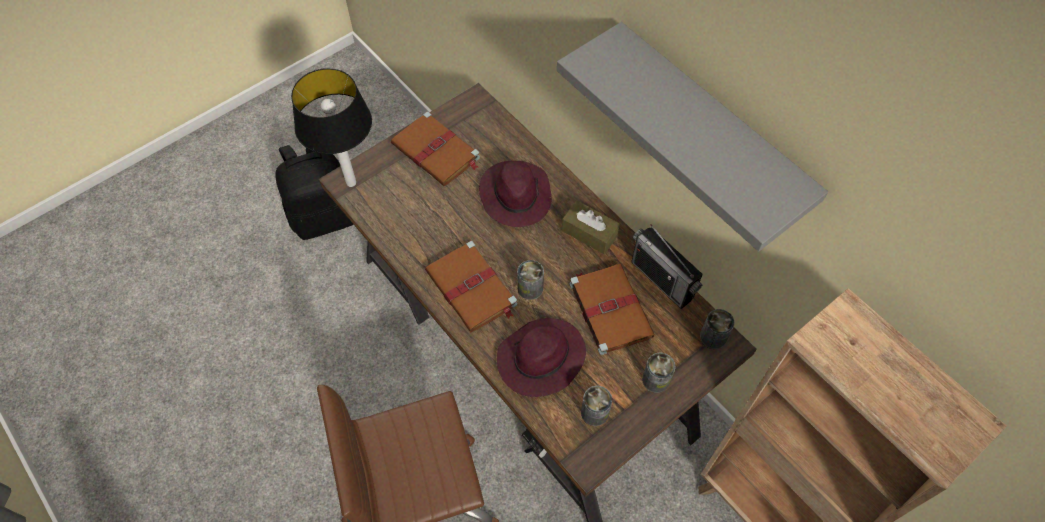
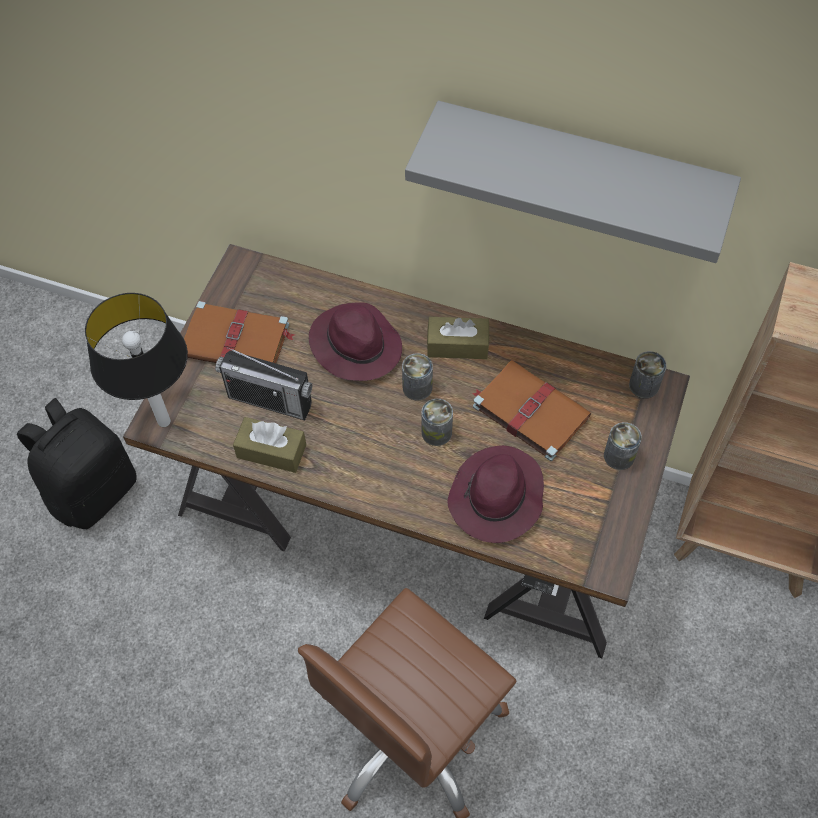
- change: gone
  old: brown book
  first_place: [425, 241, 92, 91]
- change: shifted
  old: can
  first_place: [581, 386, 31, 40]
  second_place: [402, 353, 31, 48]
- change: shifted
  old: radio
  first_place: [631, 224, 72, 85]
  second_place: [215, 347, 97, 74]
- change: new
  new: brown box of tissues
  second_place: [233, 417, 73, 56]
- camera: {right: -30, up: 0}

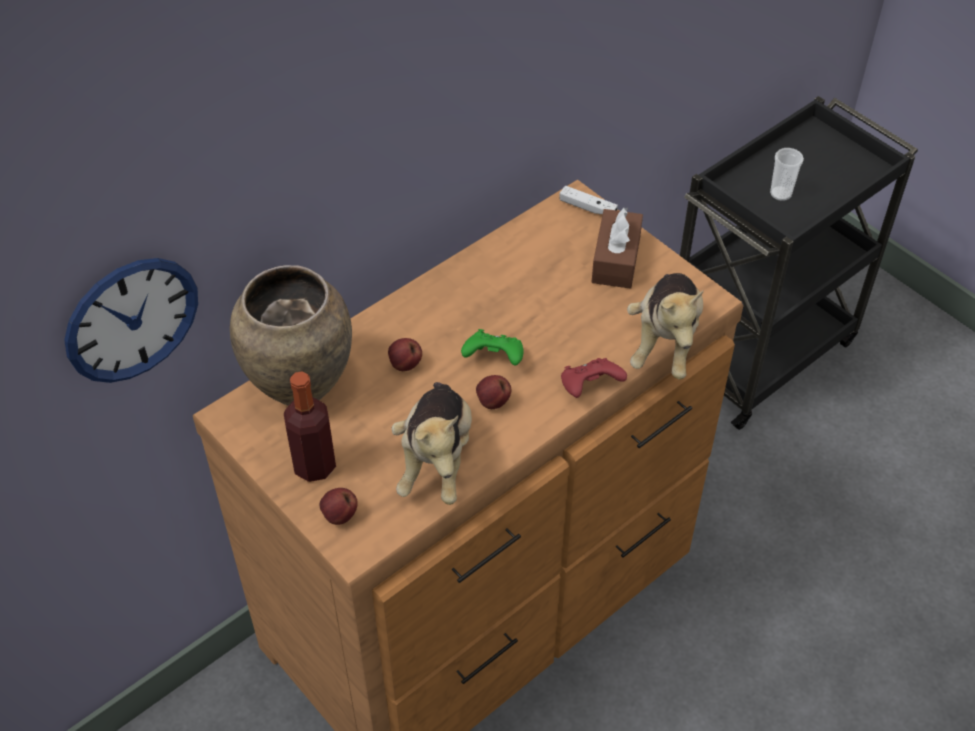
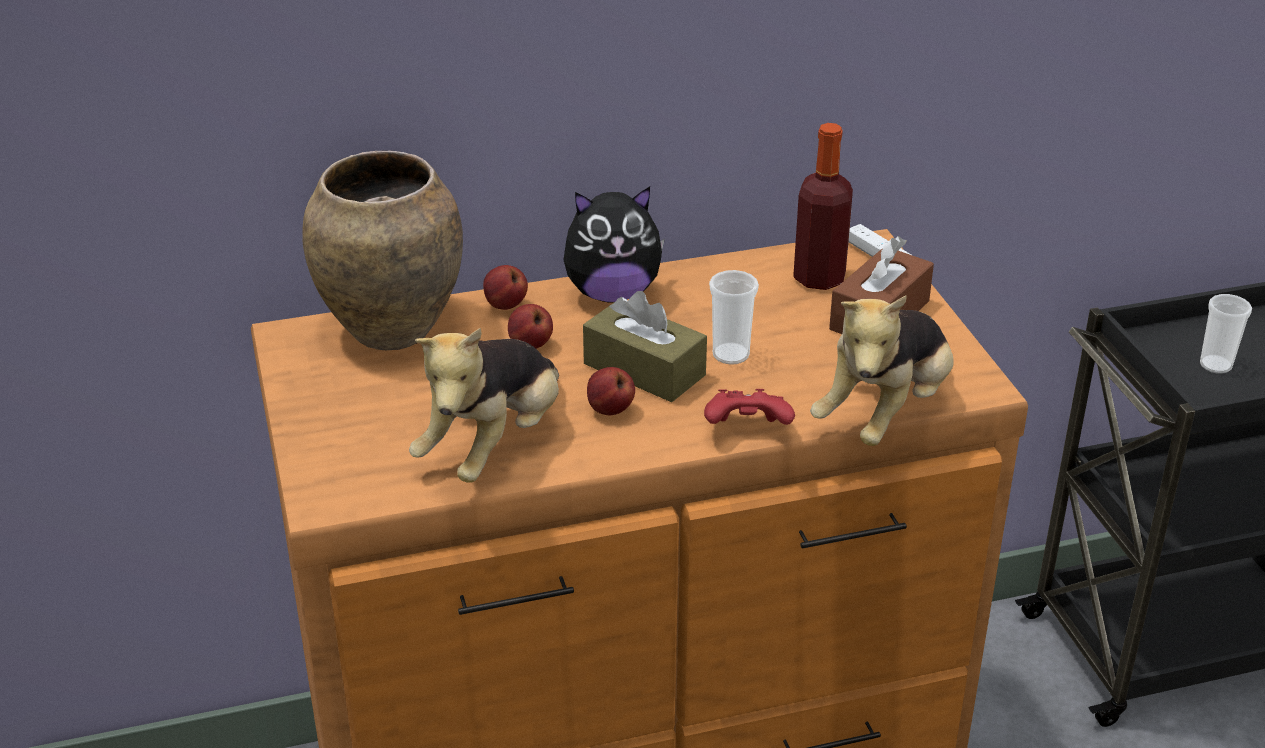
- change: gone
  old: clock on the wall
  first_place: [64, 258, 134, 125]
- change: shifted
  old: beverage bottle
  first_place: [284, 371, 52, 111]
  second_place: [793, 123, 60, 167]
- change: shifted
  old: whole apple
  first_place: [319, 488, 39, 37]
  second_place: [483, 265, 45, 45]
- change: swapped
  old: greenish gamepad
  new: brown box of tissues
  first_place: [461, 329, 63, 37]
  second_place: [583, 291, 124, 111]
- change: new
  new: plush toy
  second_place: [563, 187, 102, 115]
- change: new
  new: cup
  second_place: [709, 270, 50, 95]
- camera: {right: 25, up: -15}

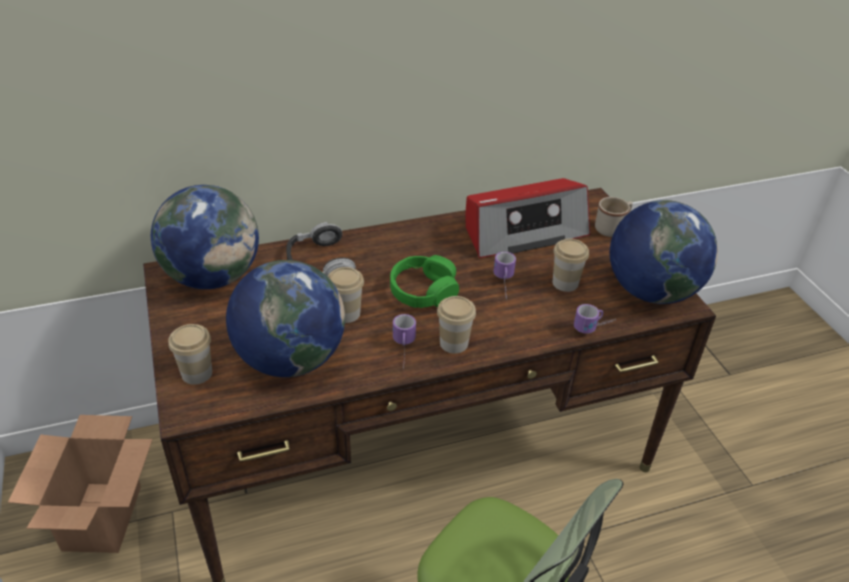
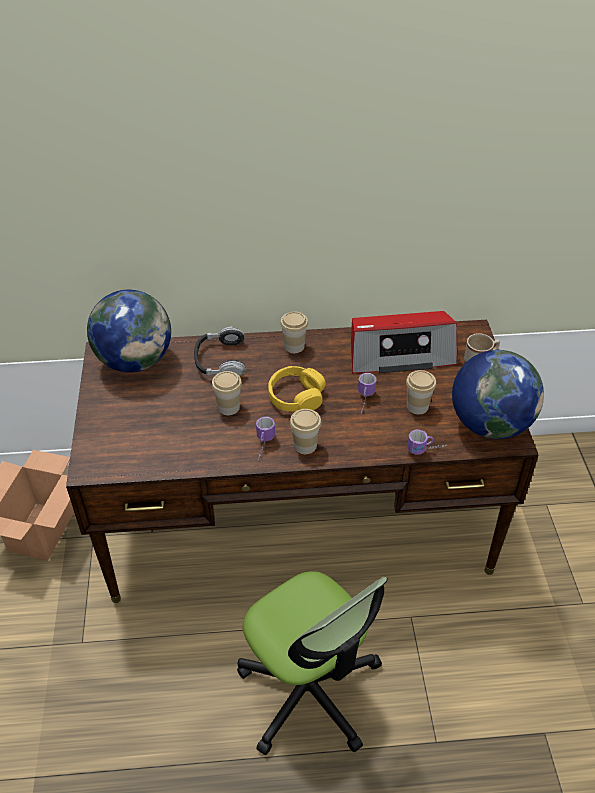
- change: shifted
  old: cup
  first_place: [168, 324, 44, 61]
  second_place: [280, 312, 28, 41]
- change: gone
  old: world globe
  first_place: [226, 260, 119, 117]
- change: repainted
  old: greenish headphones
  new: yellow headphones
  first_place: [390, 255, 69, 53]
  second_place: [268, 366, 58, 46]
- camera: {right: 15, up: 5}

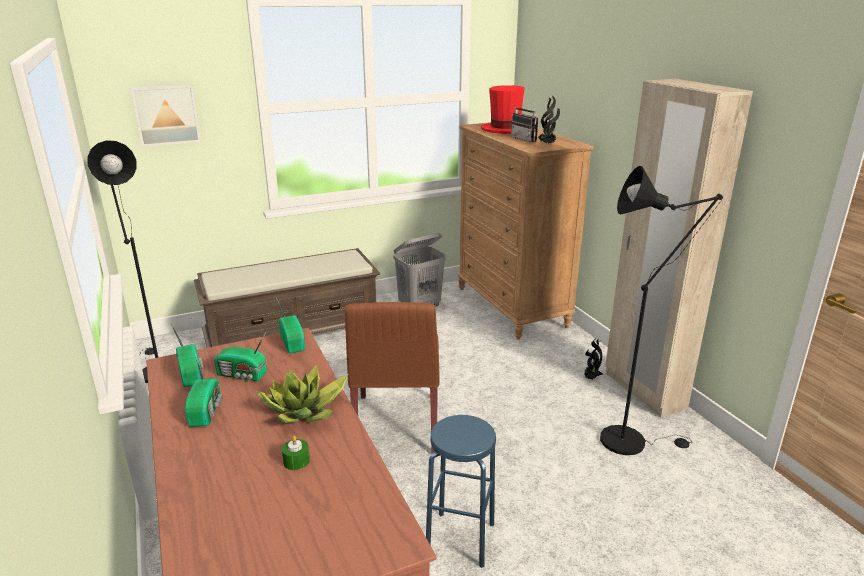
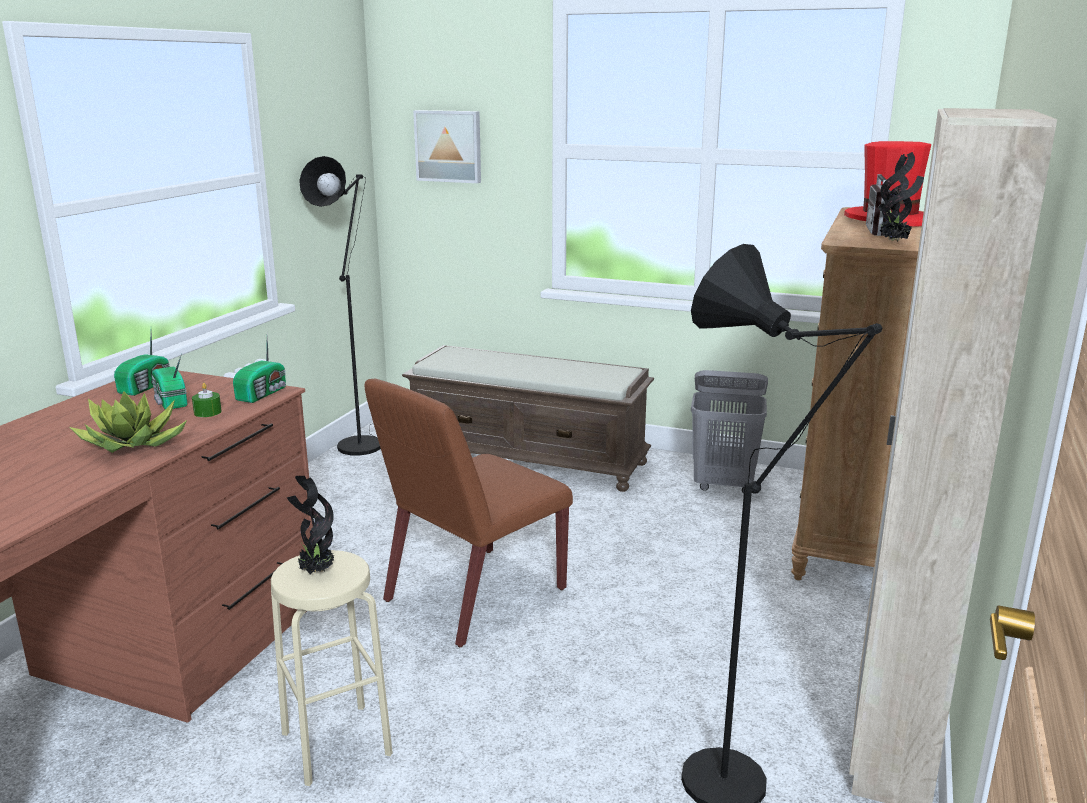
- change: gone
  old: radio
  first_place: [185, 353, 38, 74]
- change: shifted
  old: greenish wax light
  first_place: [282, 436, 28, 34]
  second_place: [192, 383, 30, 34]
- change: repainted
  old: blue-coloured sitting stool
  new: beige-coloured sitting stool
  first_place: [426, 415, 70, 153]
  second_place: [271, 550, 122, 236]
- change: shifted
  old: plant in a pot
  first_place: [584, 338, 19, 42]
  second_place: [287, 476, 47, 99]
- camera: {right: 45, up: -5}

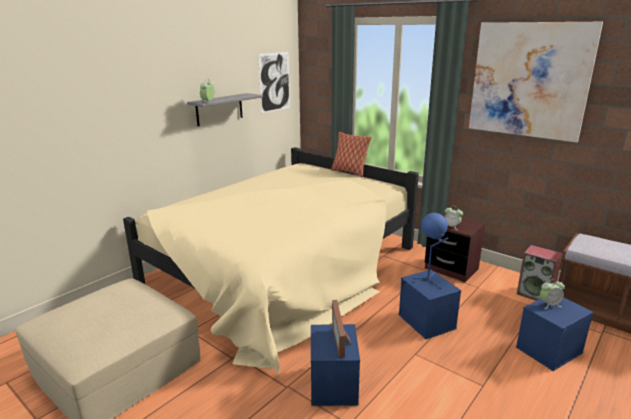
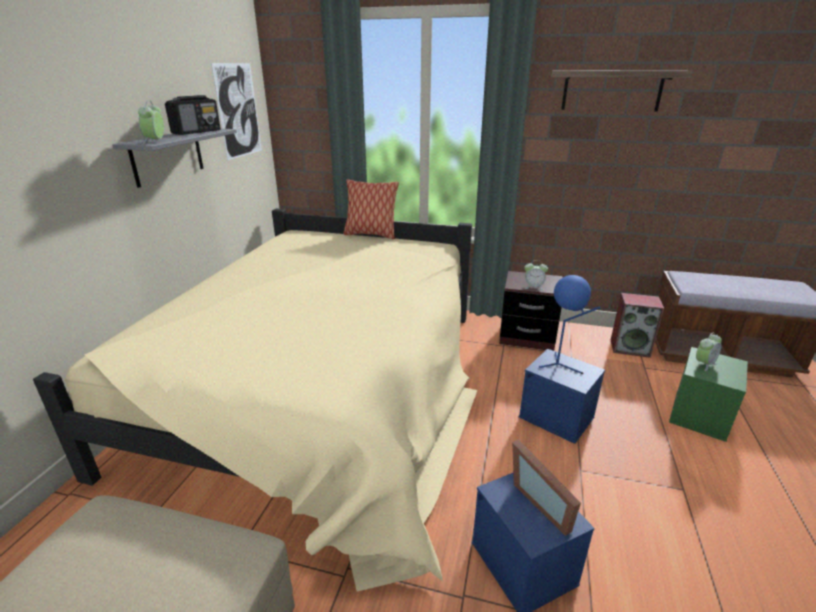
- change: swapped
  old: picture
  new: shelf
  first_place: [469, 22, 134, 121]
  second_place: [552, 70, 141, 42]
- change: repainted
  old: blue-coloured storage container
  new: greenish storage container
  first_place: [516, 298, 78, 73]
  second_place: [669, 347, 79, 95]
- change: new
  new: radio
  second_place: [165, 95, 56, 40]
- camera: {right: -25, up: 5}

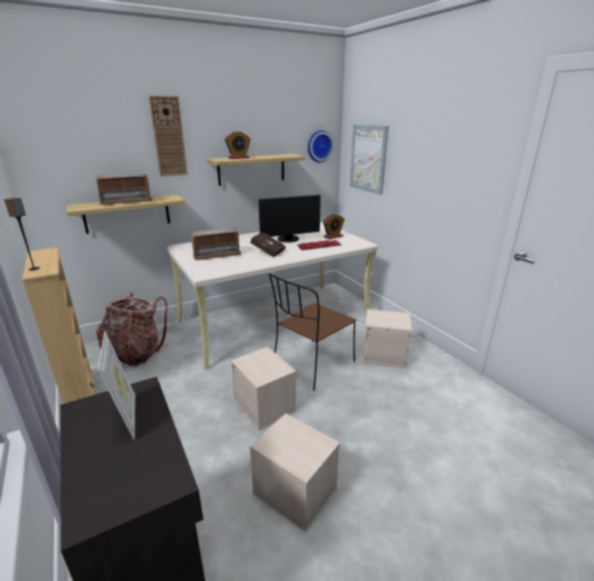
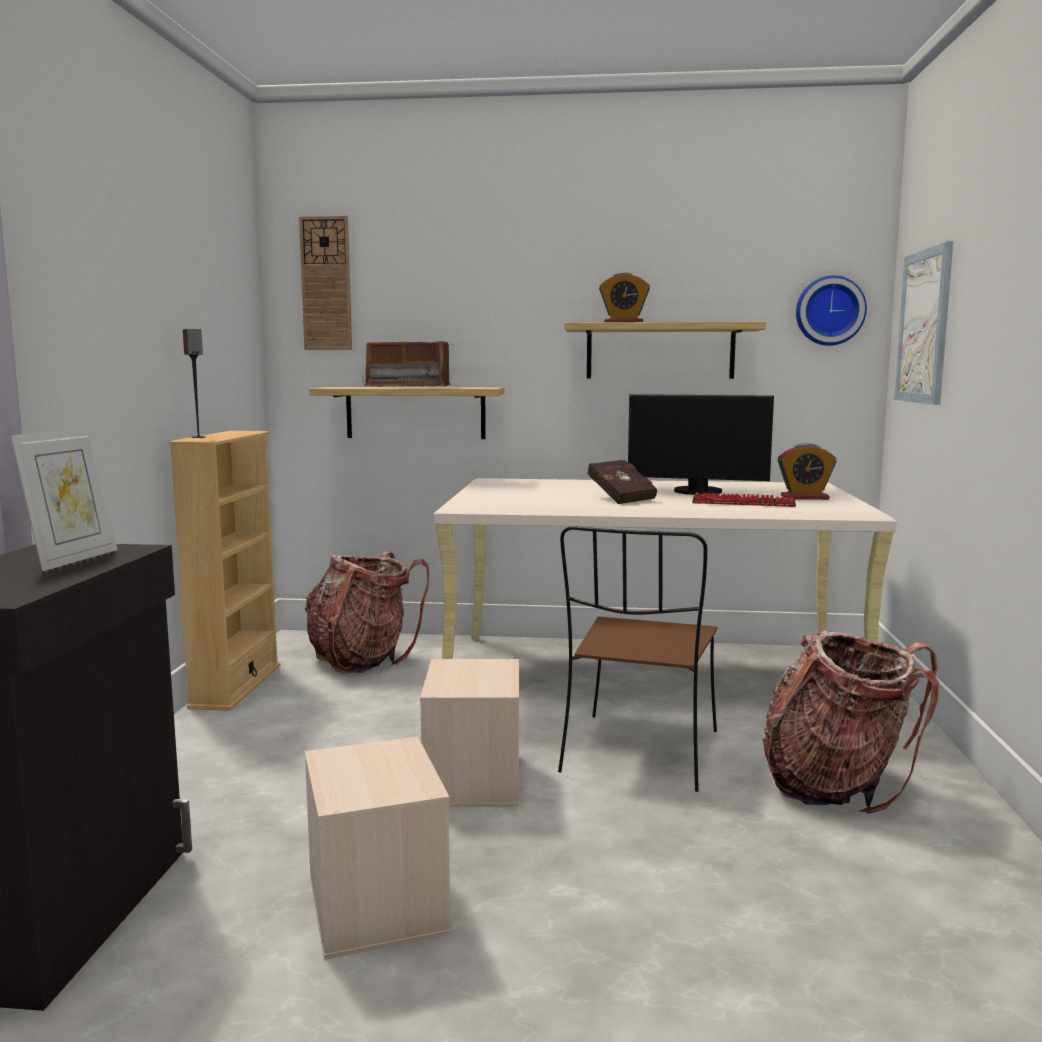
- change: shifted
  old: clock on the wall
  first_place: [149, 96, 39, 81]
  second_place: [299, 216, 53, 134]
- change: gone
  old: radio
  first_place: [191, 228, 51, 32]
- change: rotated
  old: brown plain chair
  first_place: [269, 274, 88, 117]
  second_place: [558, 526, 159, 266]
  degrees: -60
- change: swapped
  old: beige-coloured storage container
  new: rucksack
  first_place: [362, 309, 50, 59]
  second_place: [763, 630, 176, 184]
- camera: {right: 35, up: -15}

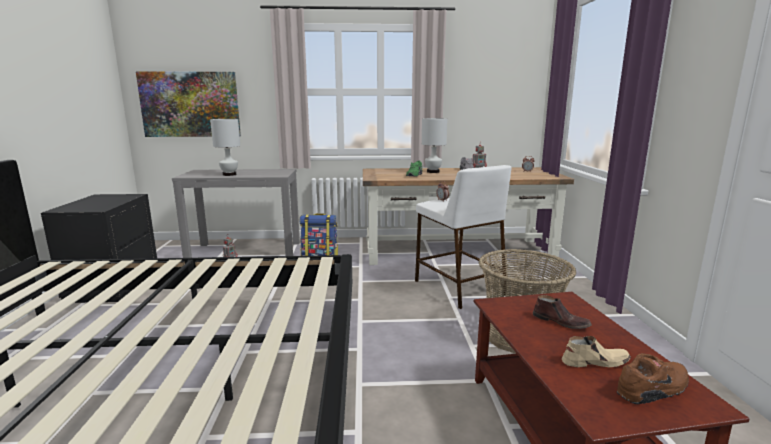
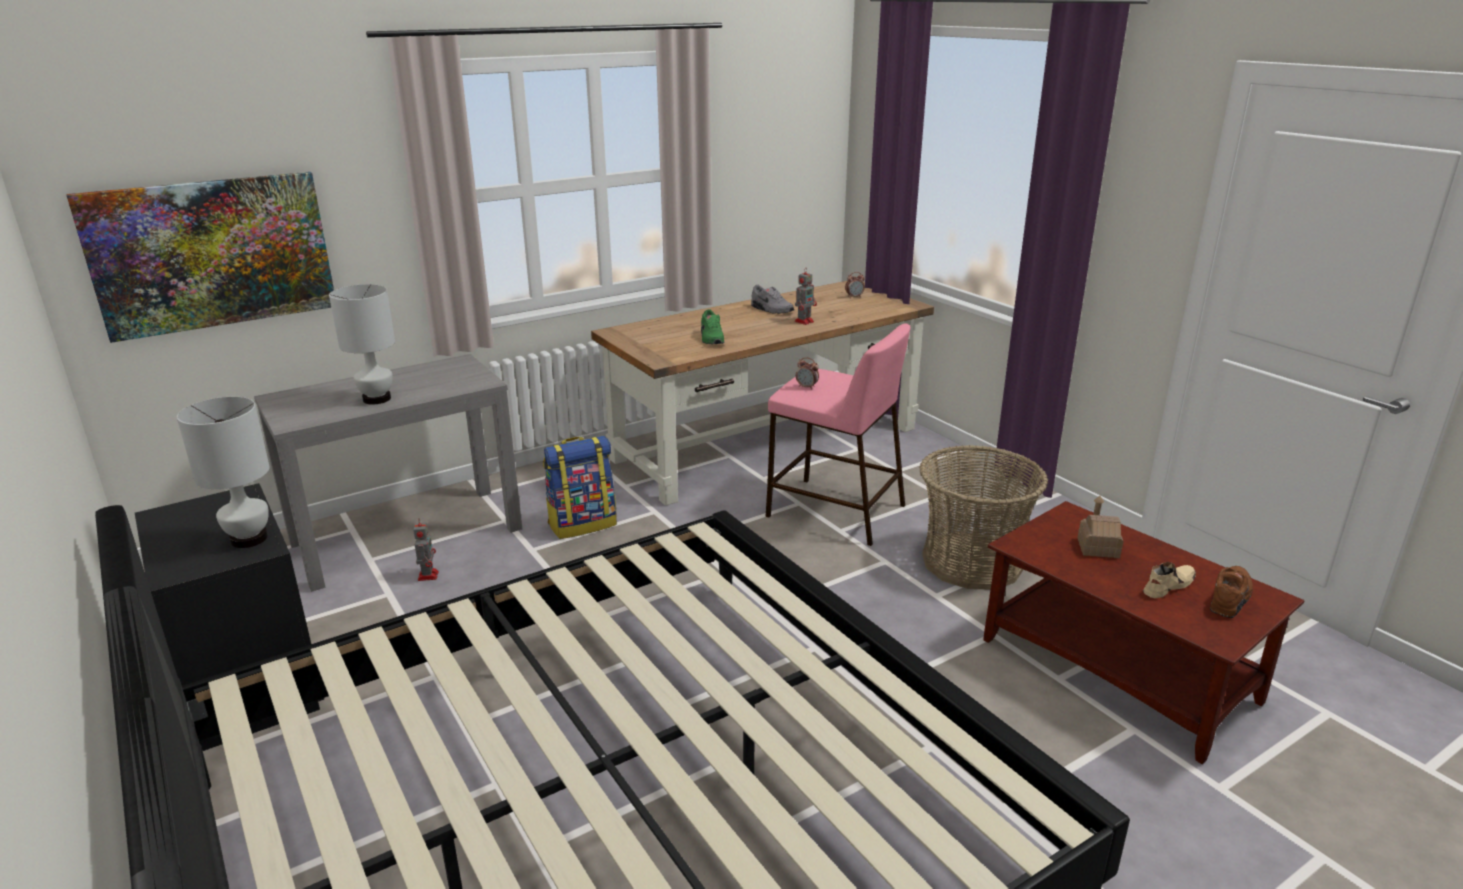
- change: repainted
  old: white-coloured sitting stool
  new: pink sitting stool
  first_place: [415, 165, 96, 144]
  second_place: [765, 323, 146, 223]
- change: shifted
  old: white-coloured lamp for a table
  first_place: [422, 118, 26, 55]
  second_place: [177, 397, 93, 151]
- change: swapped
  old: brown shoe
  new: toy house
  first_place: [533, 295, 59, 34]
  second_place: [1077, 496, 47, 62]
- camera: {right: -30, up: 10}

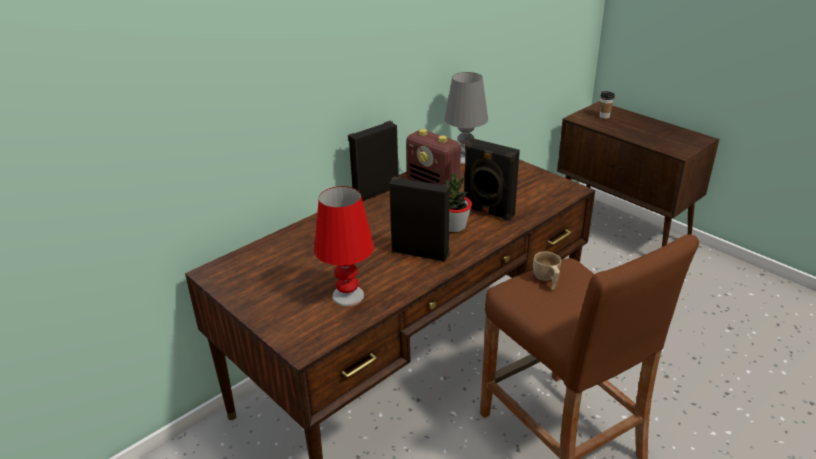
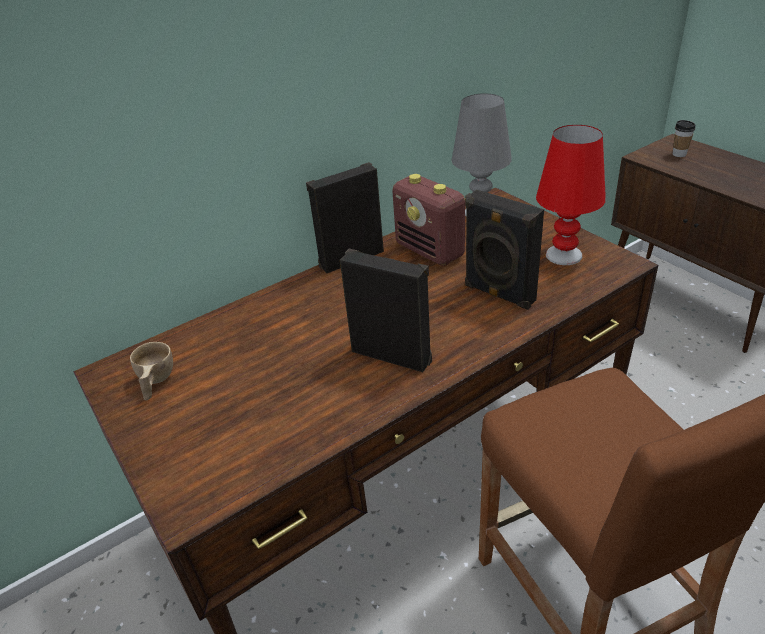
- change: shifted
  old: red lamp for a table
  first_place: [314, 186, 60, 120]
  second_place: [536, 125, 70, 140]
- change: gone
  old: plant in a pot
  first_place: [446, 173, 26, 59]
- change: shifted
  old: beige-coloured cup
  first_place: [533, 251, 28, 39]
  second_place: [130, 342, 43, 58]
- camera: {right: 10, up: 5}

